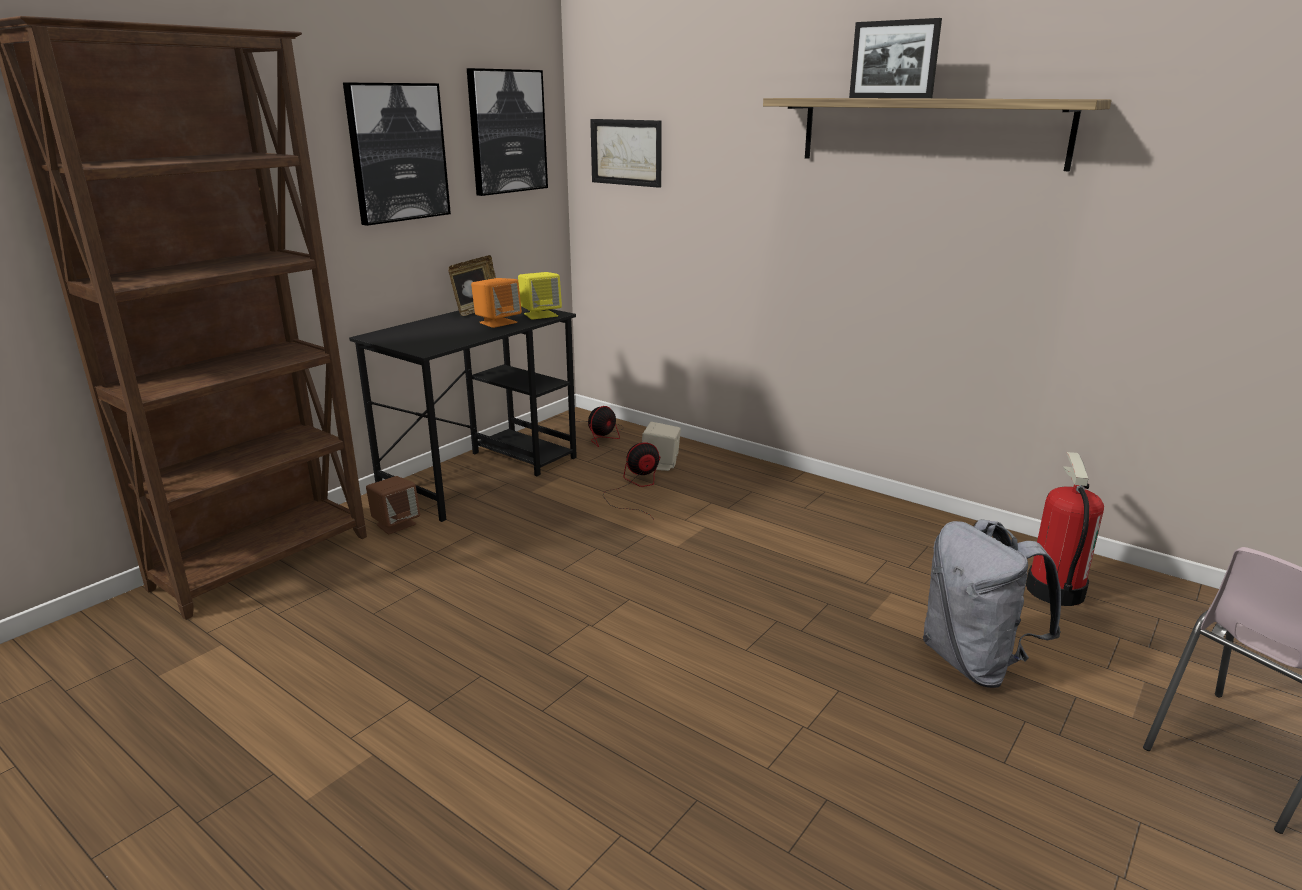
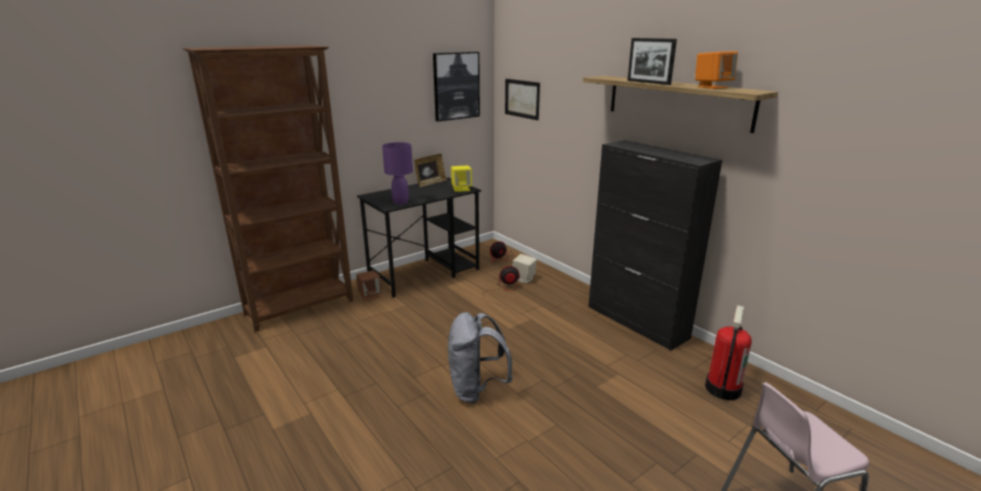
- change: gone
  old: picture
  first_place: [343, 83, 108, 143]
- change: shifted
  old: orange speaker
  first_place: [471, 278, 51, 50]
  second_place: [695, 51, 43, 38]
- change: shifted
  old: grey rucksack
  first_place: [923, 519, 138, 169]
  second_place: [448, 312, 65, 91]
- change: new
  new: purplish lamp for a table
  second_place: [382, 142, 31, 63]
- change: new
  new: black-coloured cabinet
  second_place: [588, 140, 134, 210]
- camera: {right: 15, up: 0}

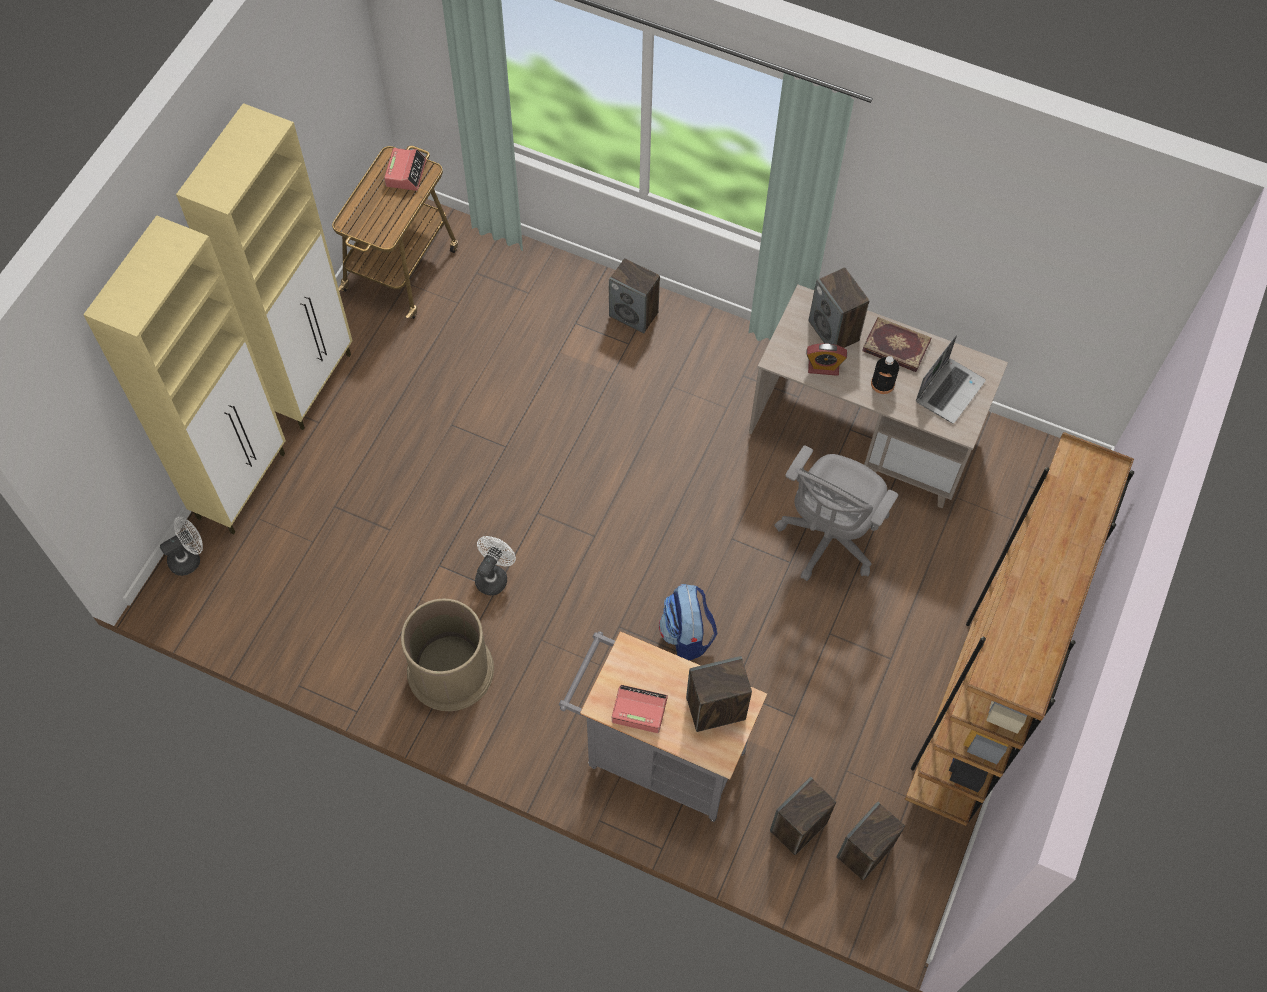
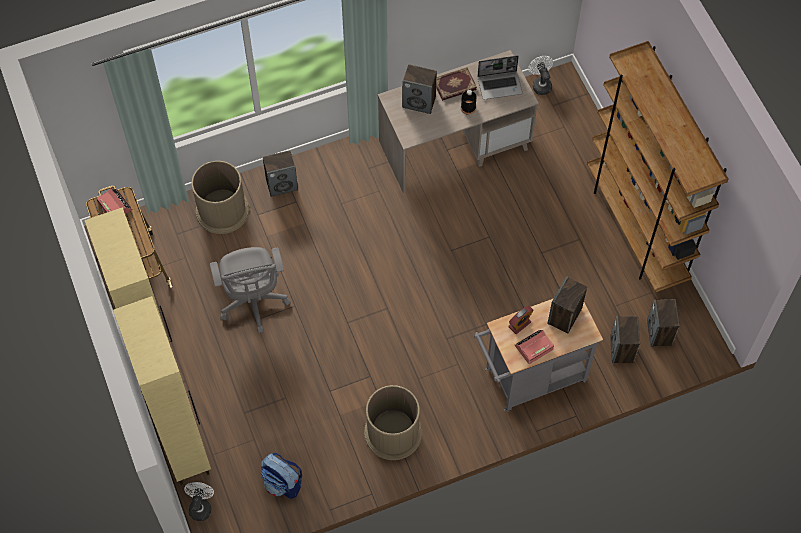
- change: shifted
  old: white-coloured electric fan
  first_place: [475, 536, 41, 60]
  second_place: [528, 56, 25, 39]
- change: shifted
  old: rucksack
  first_place: [659, 584, 58, 76]
  second_place: [261, 453, 41, 46]
- change: shifted
  old: grey computer chair
  first_place: [774, 445, 124, 136]
  second_place: [210, 247, 81, 86]
- change: shifted
  old: table clock
  first_place: [806, 343, 41, 33]
  second_place: [508, 306, 25, 28]
- change: rotated
  old: laptop
  first_place: [916, 335, 70, 88]
  second_place: [477, 56, 45, 44]
  degrees: 90
- change: new
  new: brown rubbish bin
  second_place: [191, 161, 58, 73]
- camera: {right: -45, up: 0}

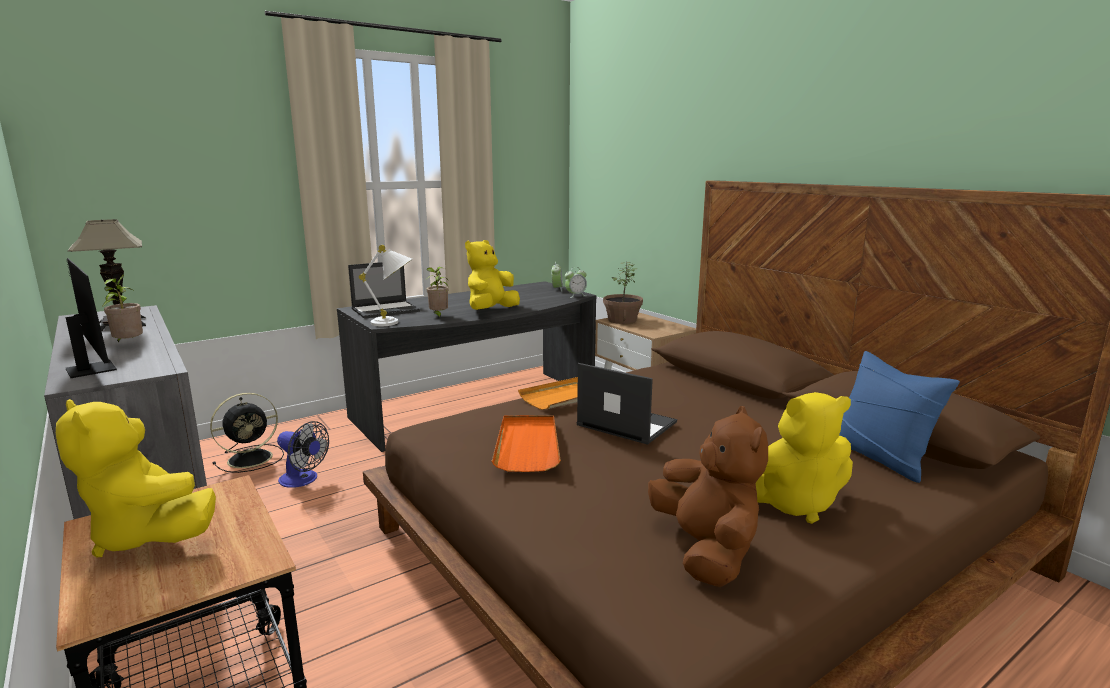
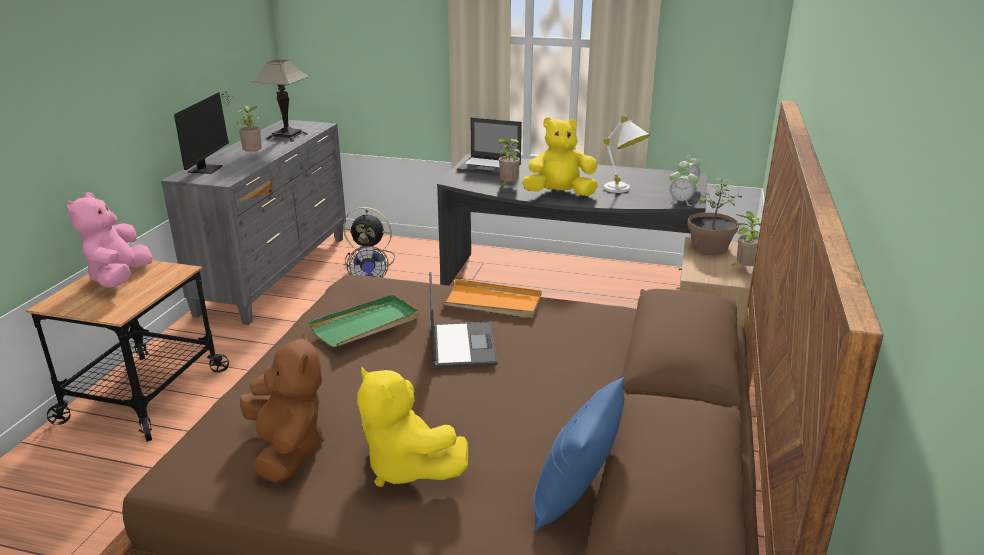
- change: repainted
  old: yellow plush toy
  new: pink plush toy
  first_place: [56, 399, 160, 158]
  second_place: [67, 192, 86, 96]
- change: shifted
  old: white-coloured lamp for a table
  first_place: [359, 245, 53, 81]
  second_place: [604, 115, 47, 78]
- change: repainted
  old: orange tray
  new: greenish tray
  first_place: [492, 415, 69, 57]
  second_place: [309, 295, 111, 52]
- change: rotated
  old: brown plush toy
  first_place: [648, 406, 120, 182]
  second_place: [240, 332, 85, 151]
  degrees: -60
- change: new
  new: plant in a pot
  second_place: [731, 211, 30, 55]
- camera: {right: 50, up: 10}

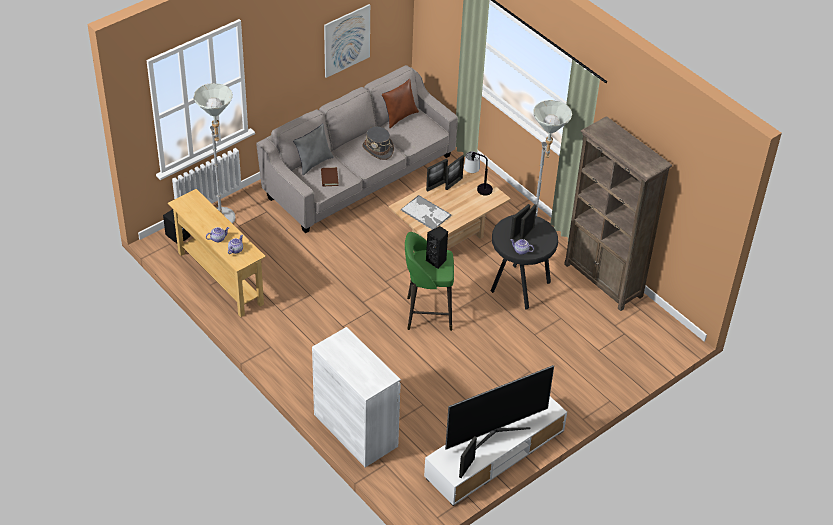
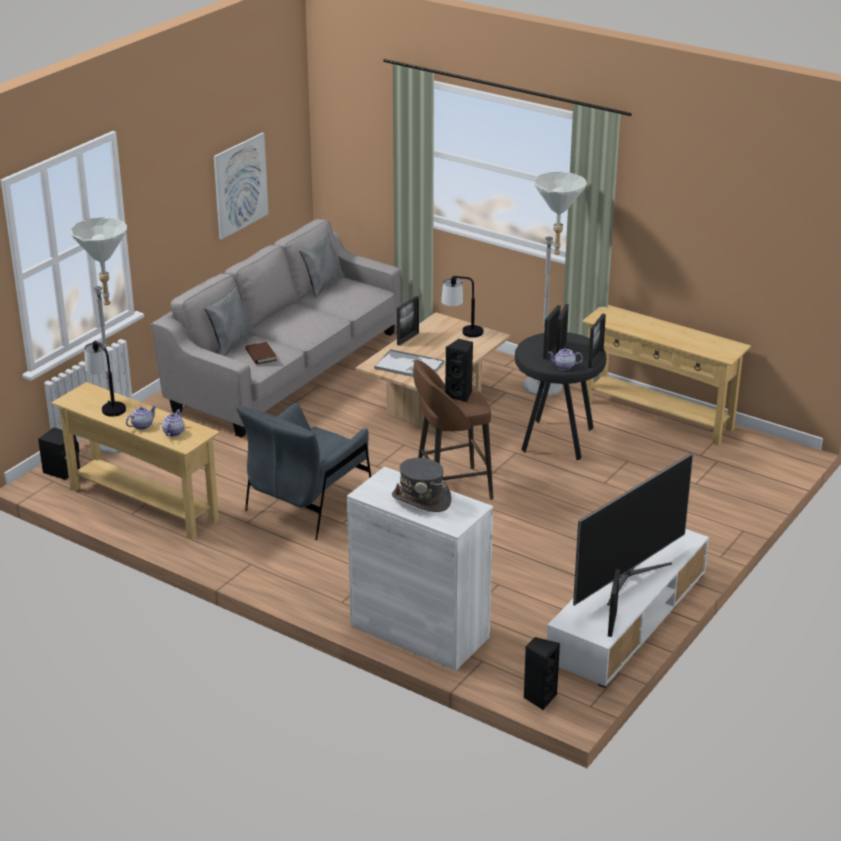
- change: shifted
  old: grey wearable hat
  first_place: [362, 127, 32, 33]
  second_place: [392, 458, 60, 54]
- change: repainted
  old: brown pillow
  new: grey pillow
  first_place: [382, 79, 37, 49]
  second_place: [299, 231, 46, 67]
- change: repainted
  old: greenish sitting stool
  new: brown sitting stool
  first_place: [405, 232, 49, 99]
  second_place: [413, 360, 81, 140]
- change: shifted
  old: picture frame
  first_place: [445, 155, 19, 35]
  second_place: [588, 313, 18, 55]
- change: swapped
  old: brown bookshelf
  new: beige-coloured console table
  first_place: [564, 116, 108, 195]
  second_place: [582, 305, 169, 140]
- change: new
  new: lamp for a table
  second_place: [84, 340, 42, 76]
- change: new
  new: grey lounge chair
  second_place: [236, 403, 135, 138]
- change: new
  new: black-coloured speaker
  second_place: [523, 637, 37, 73]
- camera: {right: -15, up: -15}

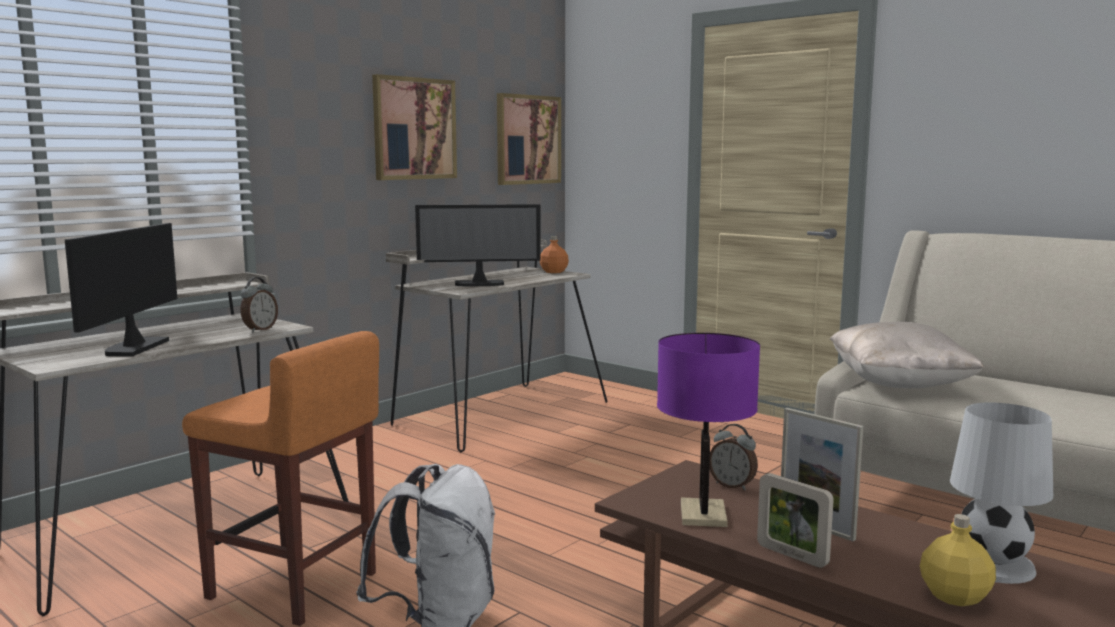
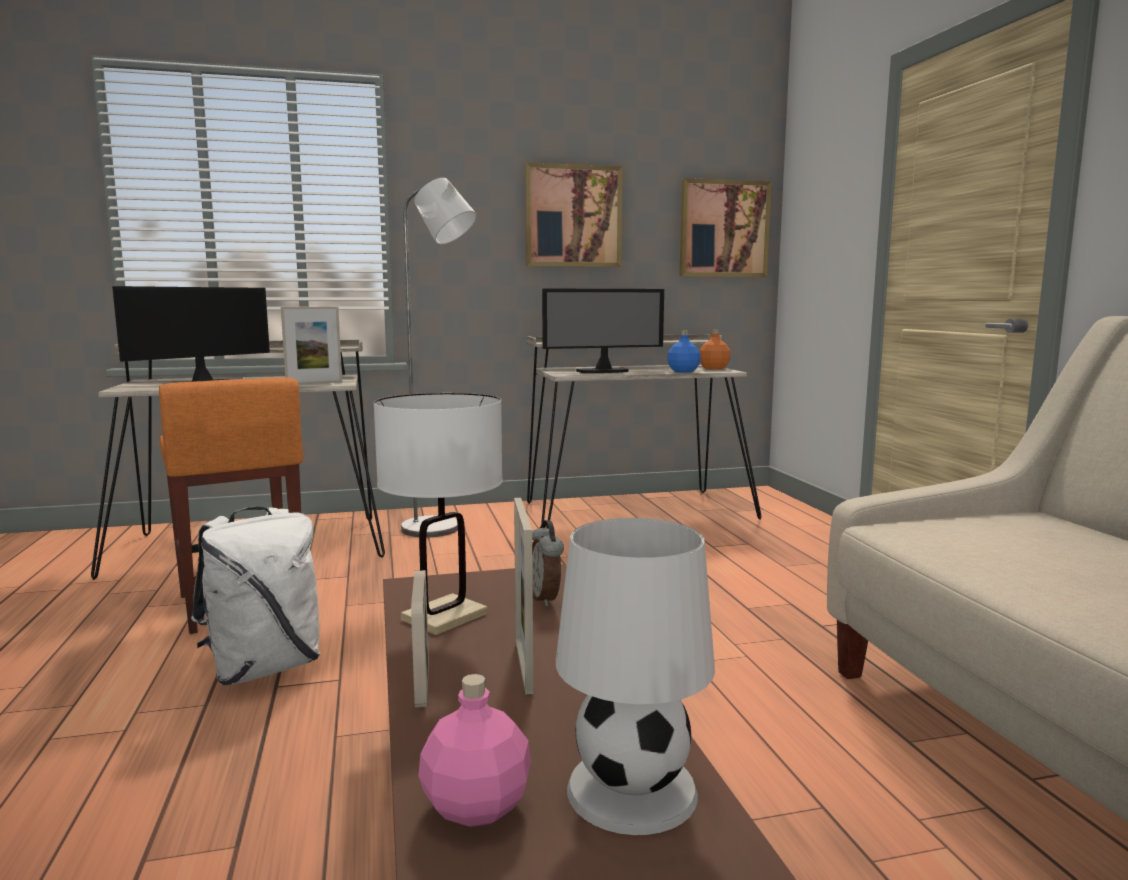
- change: swapped
  old: table clock
  new: picture frame
  first_place: [240, 277, 38, 56]
  second_place: [281, 307, 61, 78]
- change: rotated
  old: computer screen
  first_place: [415, 204, 126, 82]
  second_place: [542, 289, 122, 84]
  degrees: -45
- change: repainted
  old: purplish lamp for a table
  new: white-coloured lamp for a table
  first_place: [657, 333, 103, 194]
  second_place: [373, 393, 130, 242]
- change: gone
  old: beige-coloured pillow
  first_place: [830, 322, 154, 66]
- change: repainted
  old: yellow beverage bottle
  new: pink beverage bottle
  first_place: [920, 514, 76, 92]
  second_place: [418, 674, 113, 153]
- change: new
  new: grey standard lamp
  second_place: [401, 178, 76, 359]
- change: new
  new: blue-coloured beverage bottle
  second_place: [667, 331, 34, 42]
- camera: {right: 35, up: 0}

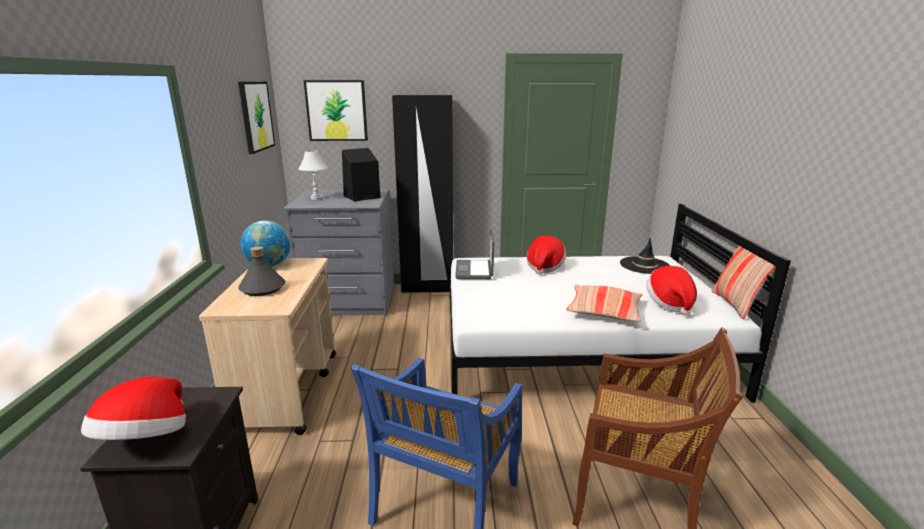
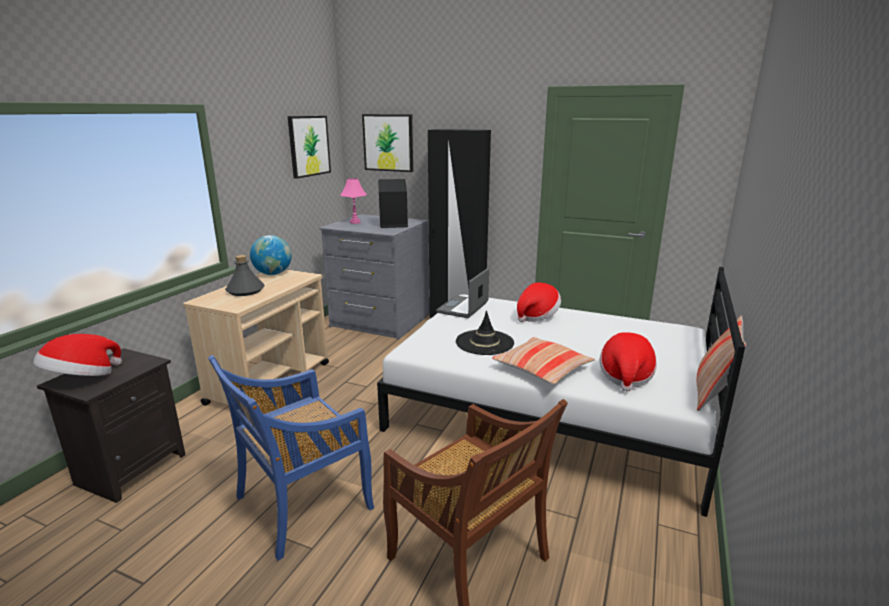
- change: repainted
  old: white-coloured lamp for a table
  new: pink lamp for a table
  first_place: [298, 150, 30, 50]
  second_place: [340, 178, 27, 46]
- change: shifted
  old: black-coloured wearable hat
  first_place: [620, 238, 50, 36]
  second_place: [456, 310, 58, 45]
- camera: {right: 25, up: 0}

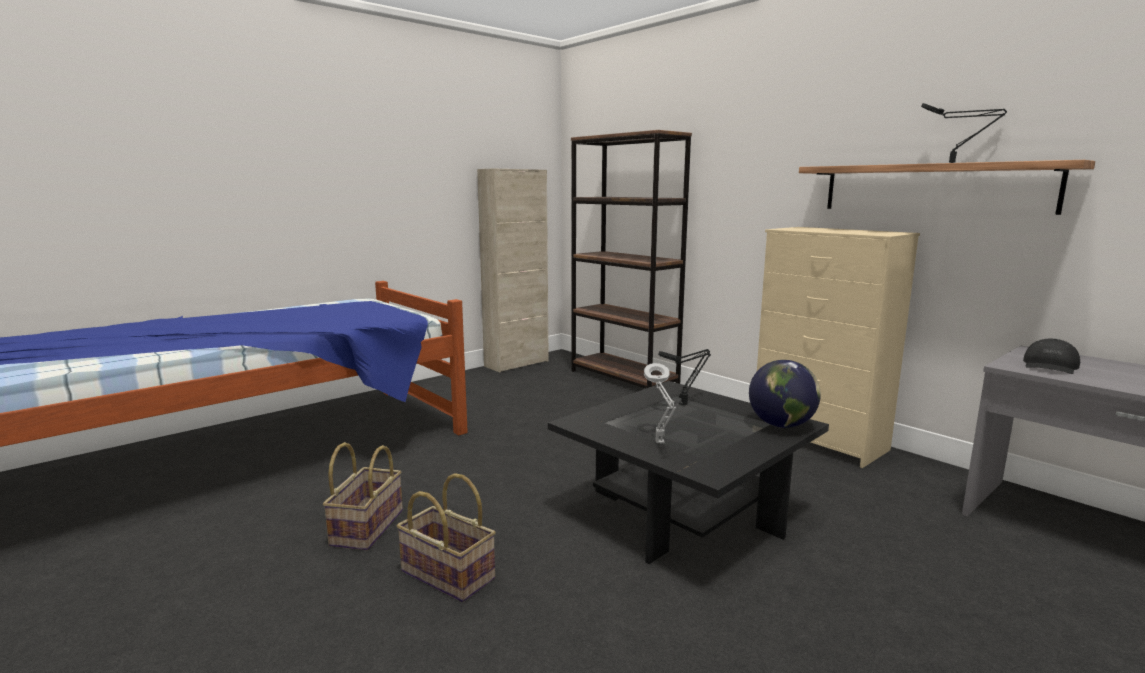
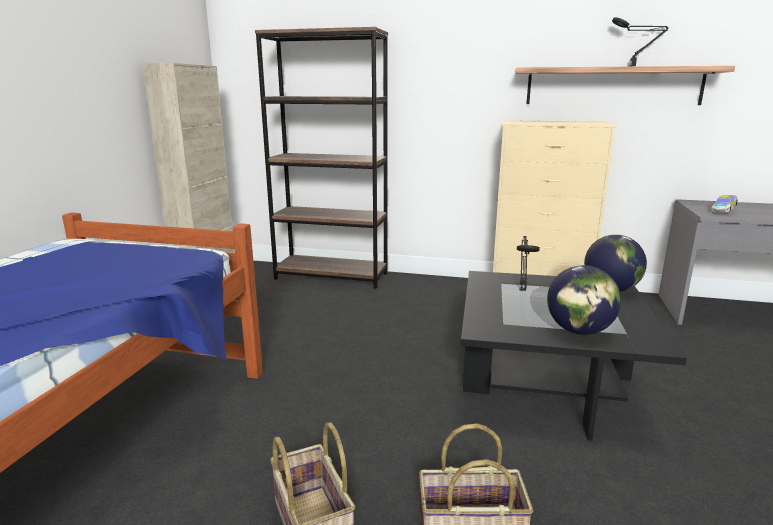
- change: swapped
  old: grey lamp for a table
  new: world globe
  first_place: [644, 363, 32, 81]
  second_place: [547, 265, 74, 70]
- change: swapped
  old: black-coloured cap
  new: miniature car
  first_place: [1023, 339, 58, 35]
  second_place: [711, 195, 27, 17]
- camera: {right: -35, up: 5}

